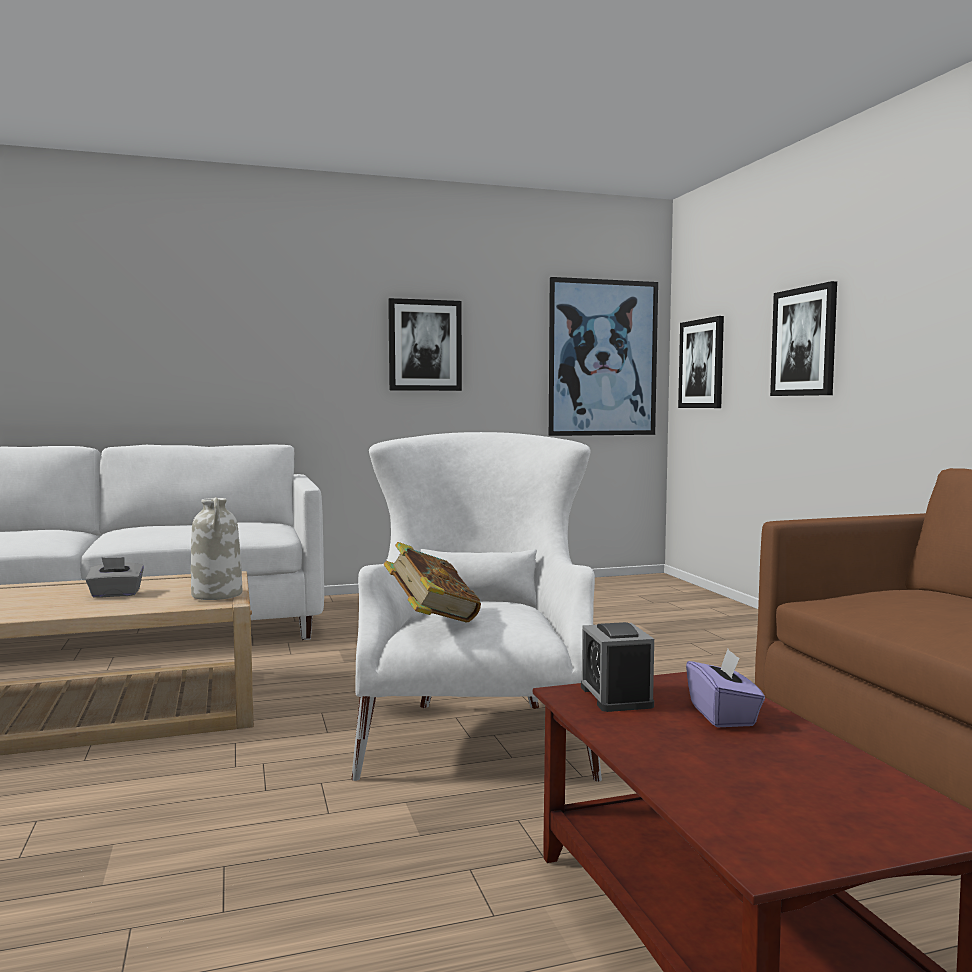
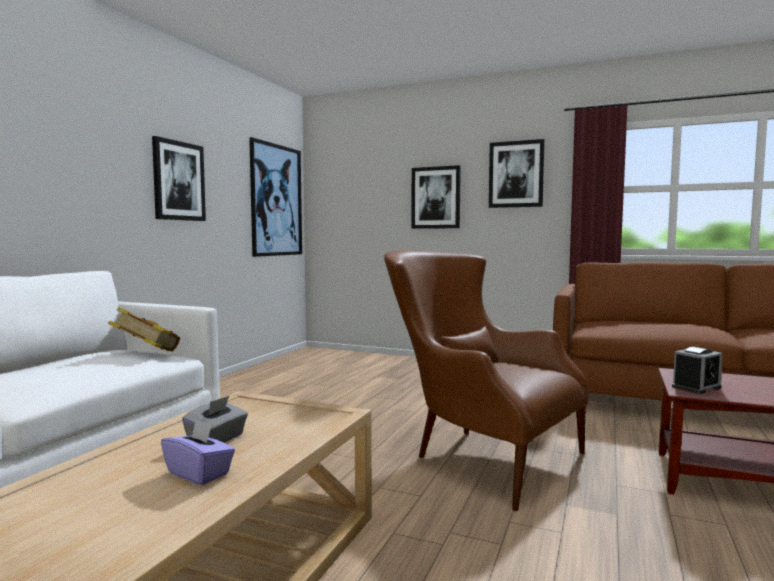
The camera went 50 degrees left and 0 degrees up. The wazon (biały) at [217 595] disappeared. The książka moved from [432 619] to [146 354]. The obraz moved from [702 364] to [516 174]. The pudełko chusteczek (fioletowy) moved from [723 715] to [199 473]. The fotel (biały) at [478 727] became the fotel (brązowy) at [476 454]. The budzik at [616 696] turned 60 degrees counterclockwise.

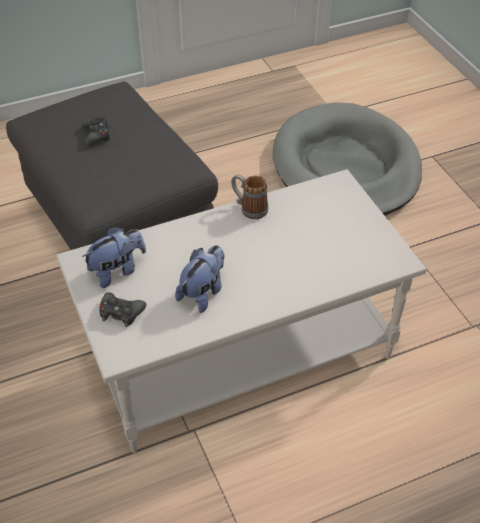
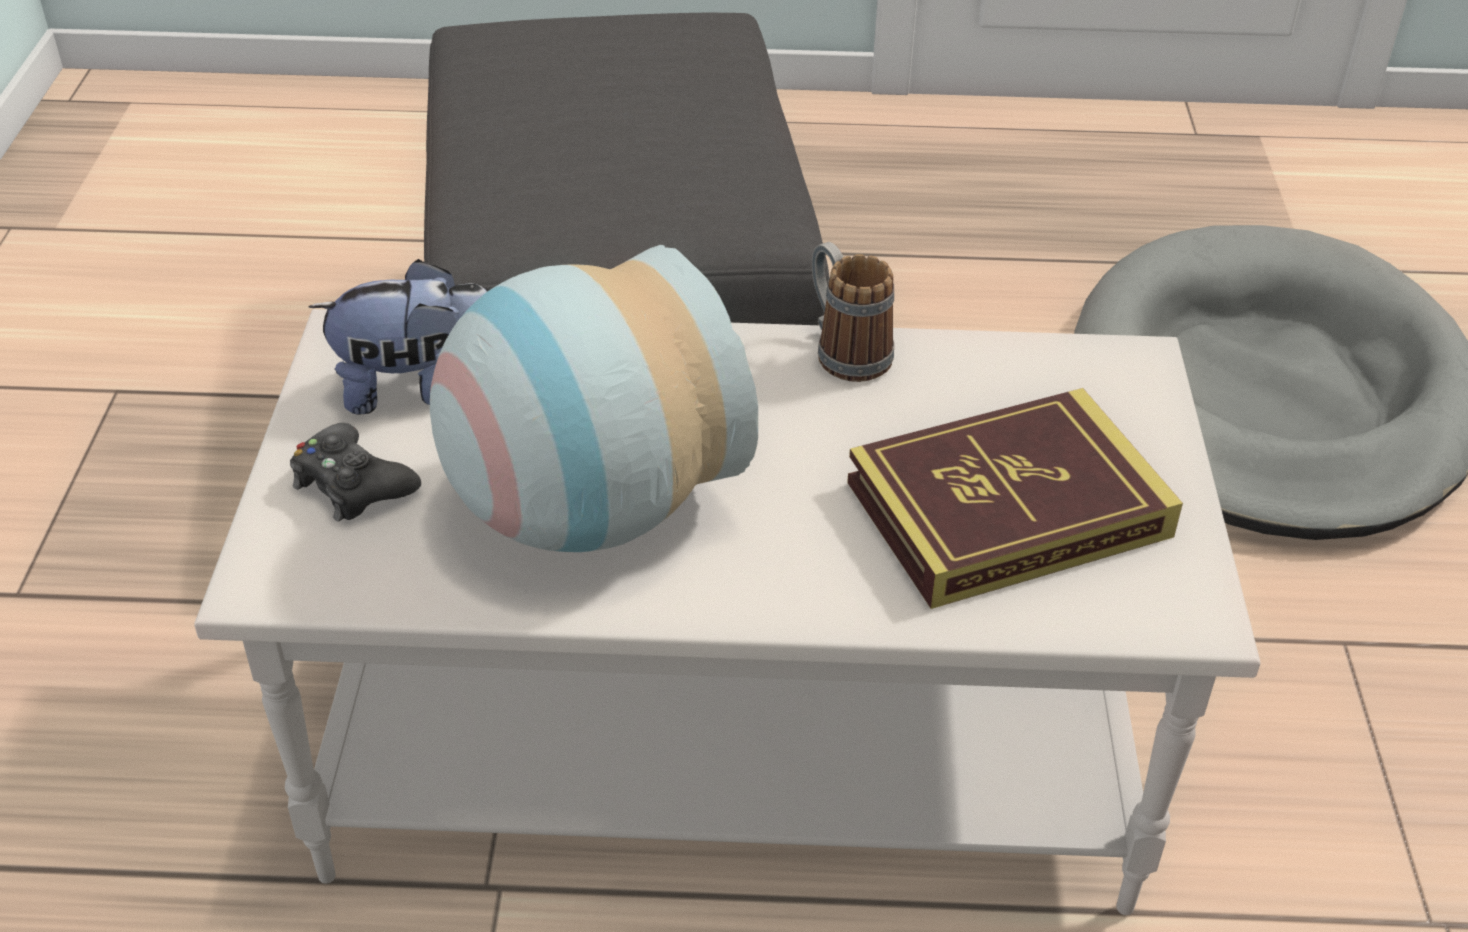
The camera went 25 degrees right and 5 degrees down. The pad do gier (czarny) at [96 135] disappeared. The książka at [1008 509] appeared. The pluszak at [203 292] was replaced by the wazon at [585 508].

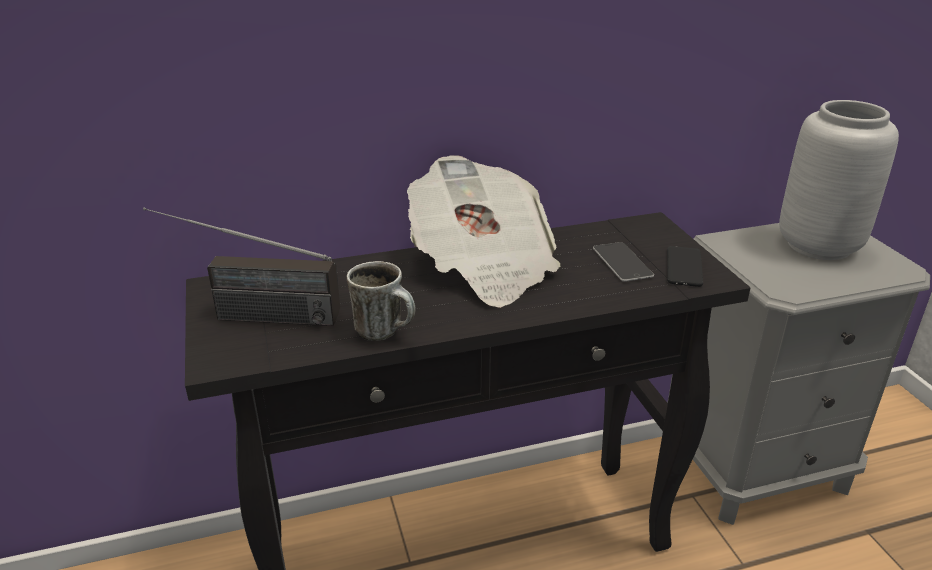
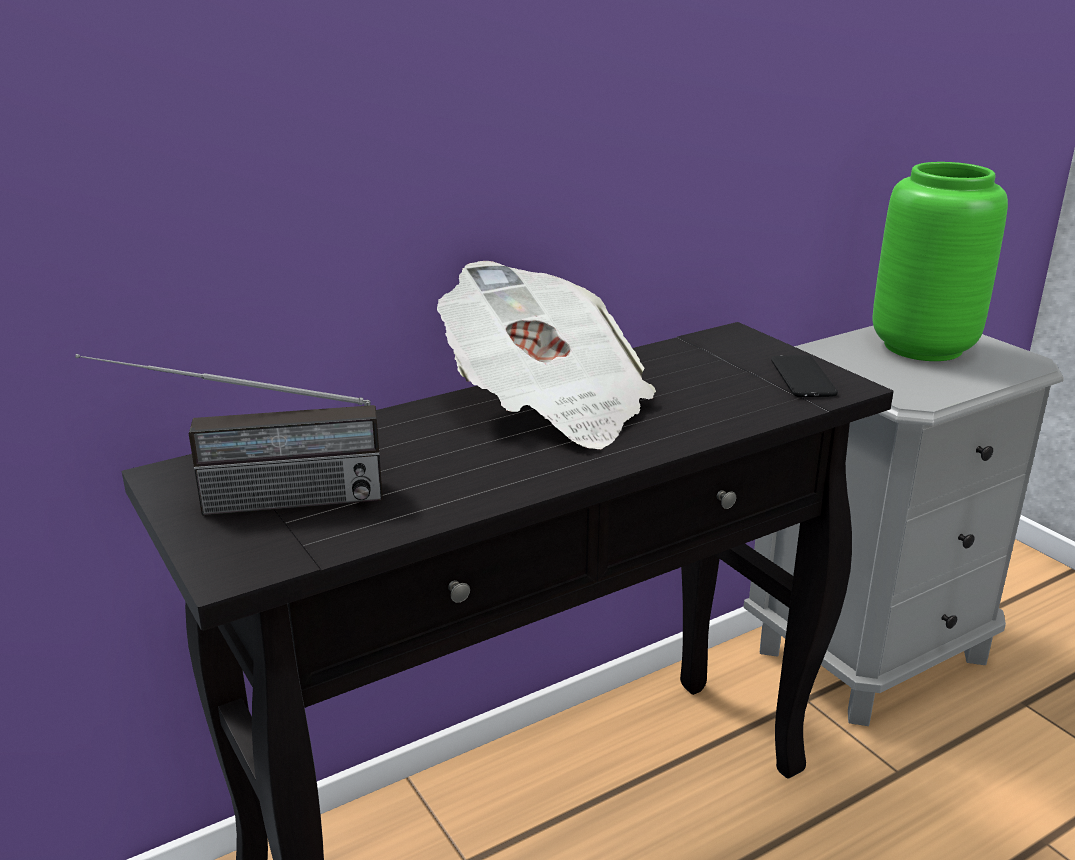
The camera went 15 degrees left and 5 degrees down. The kubek at [386 332] disappeared. The telefon at [622 262] disappeared. The wazon (szary) at [820 245] became the wazon (zielony) at [924 347].

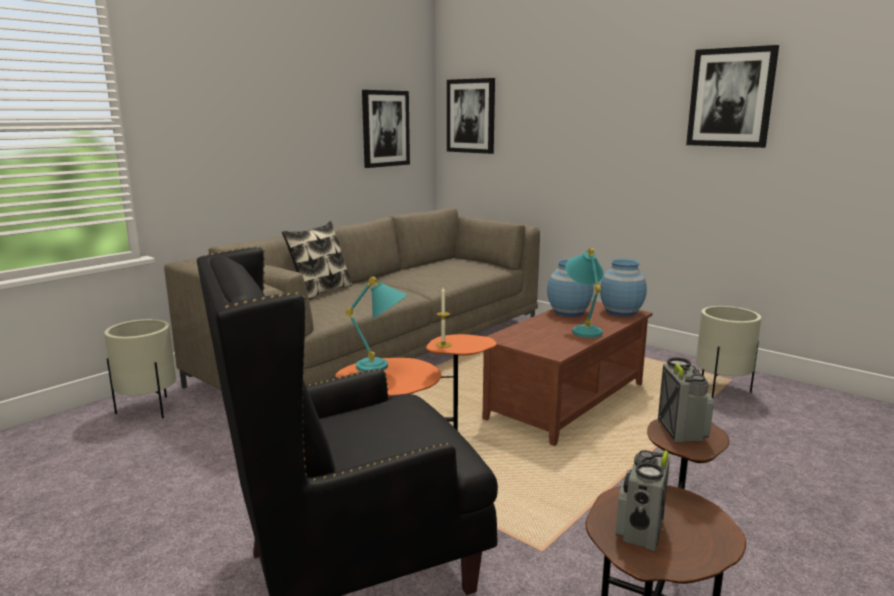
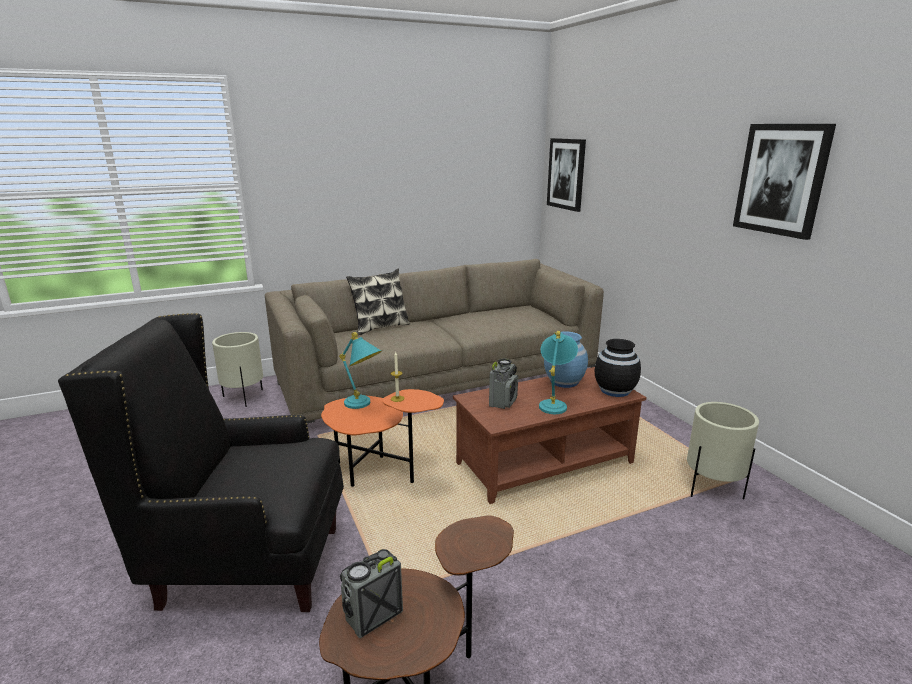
The camera went 25 degrees right and 5 degrees up. The obraz at [385 128] disappeared. The radio moved from [681 430] to [503 402]. The wazon (niebieski) at [621 311] became the wazon (czarny) at [615 390].

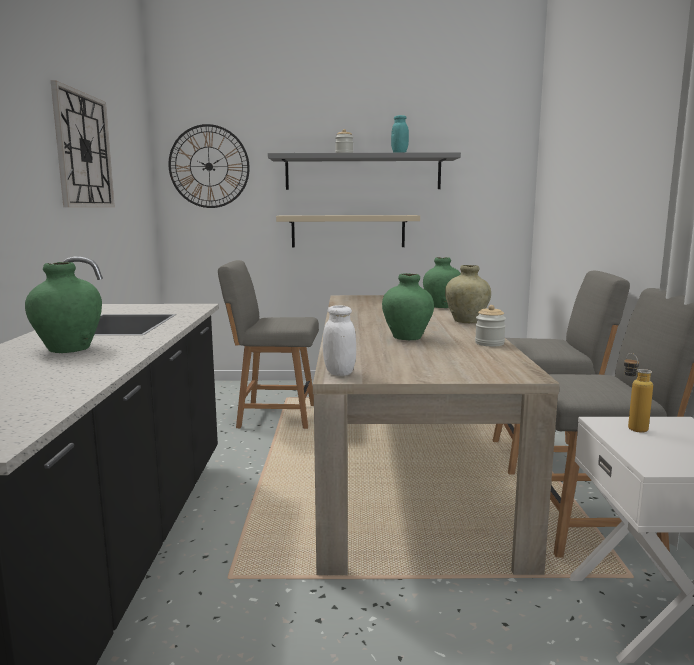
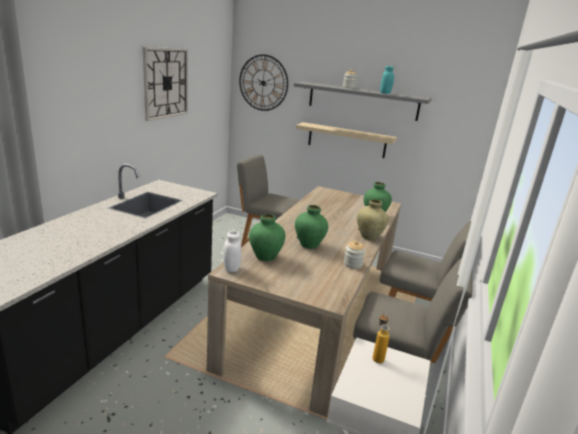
The camera went 20 degrees right and 10 degrees up. The wazon (zielony) moved from [68 349] to [265 257].

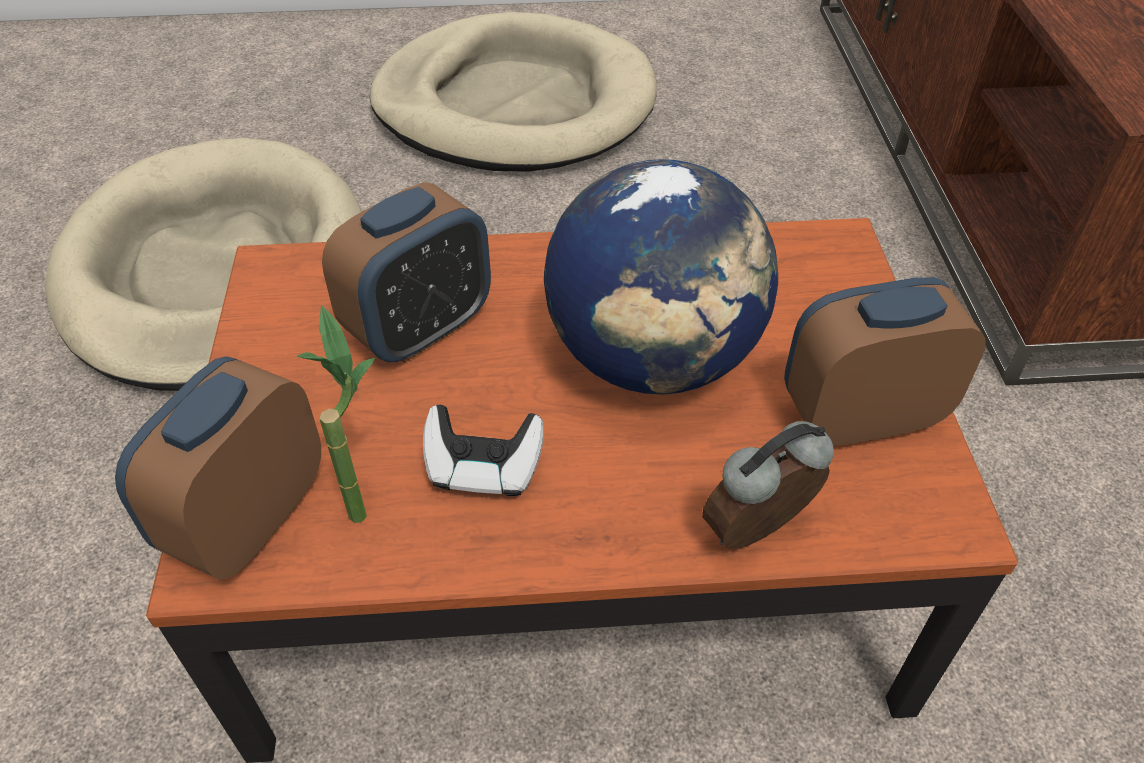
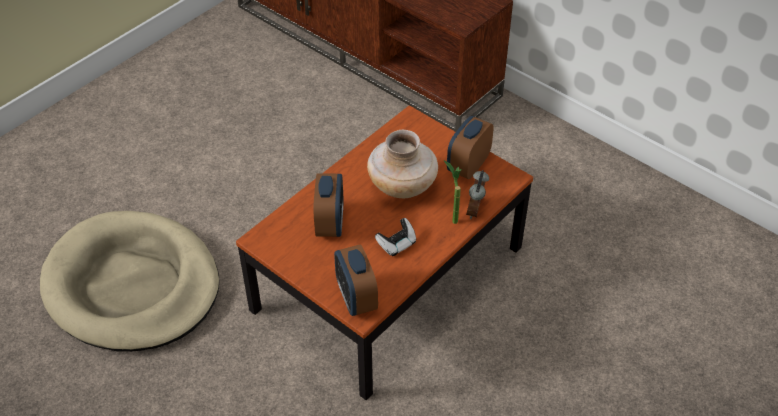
The camera went 45 degrees left and 0 degrees up. The legowisko (beżowy) at [514 104] disappeared. The roślina doniczkowa moved from [364 500] to [451 218]. The globus at [654 359] was replaced by the wazon (beżowy) at [402 186].

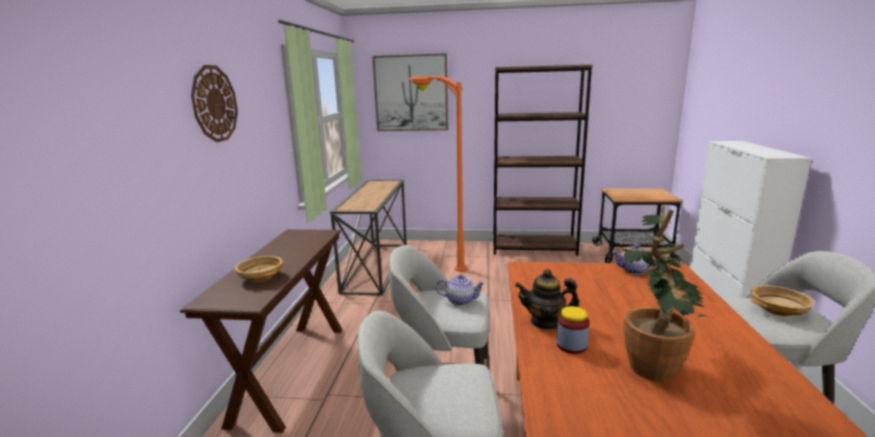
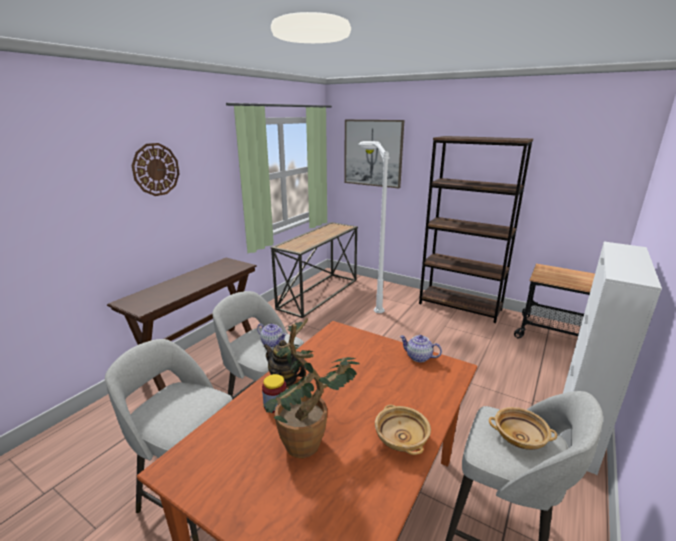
The camera went 25 degrees right and 5 degrees up. The miska (beżowy) moved from [260 277] to [400 438]. The lampa stojąca (pomarańczowy) at [436 258] became the lampa stojąca (biały) at [369 296].

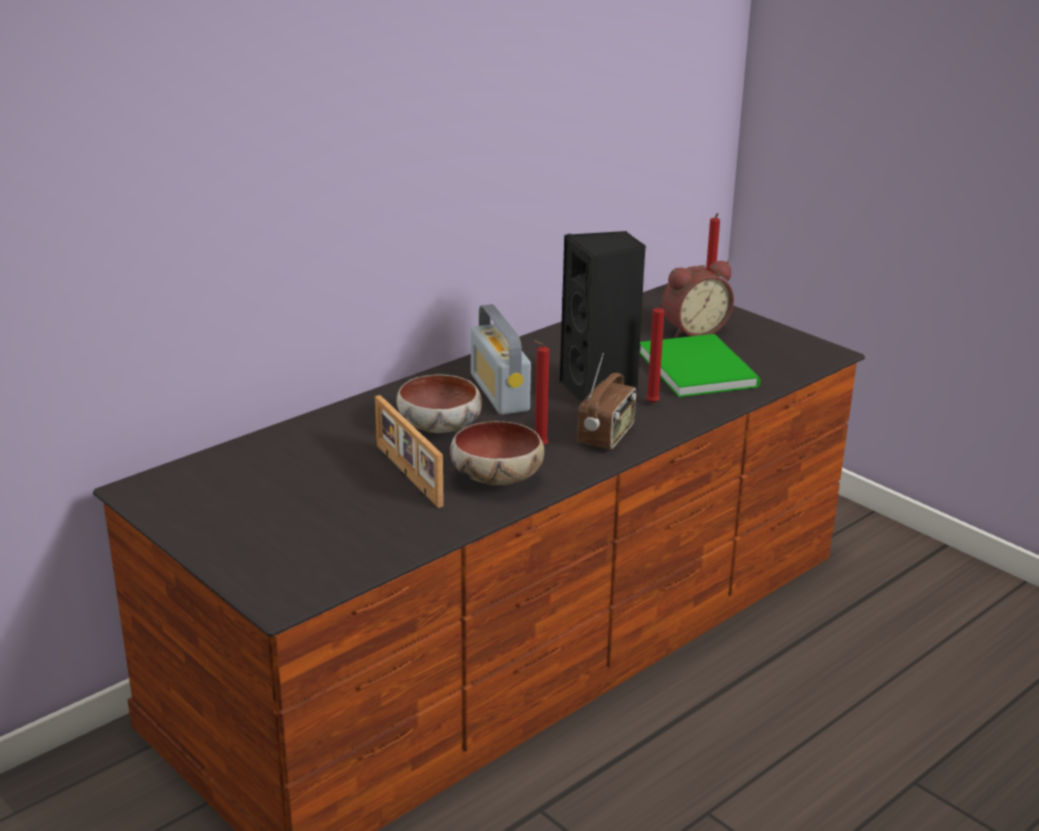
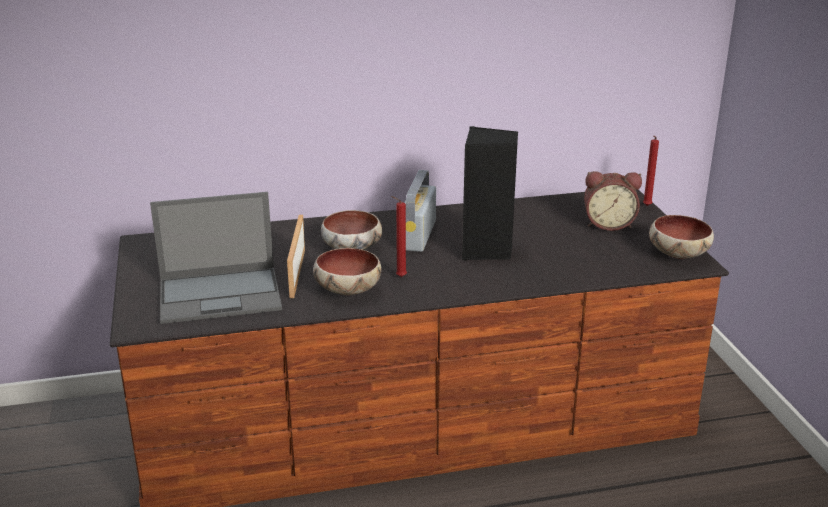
The camera went 30 degrees right and 0 degrees up. The radio at [607 436] disappeared. The książka (zielony) at [699 367] disappeared. The świeca (czerwony) at [652 404] disappeared. The laptop at [221 295] appeared. The miska at [677 253] appeared.

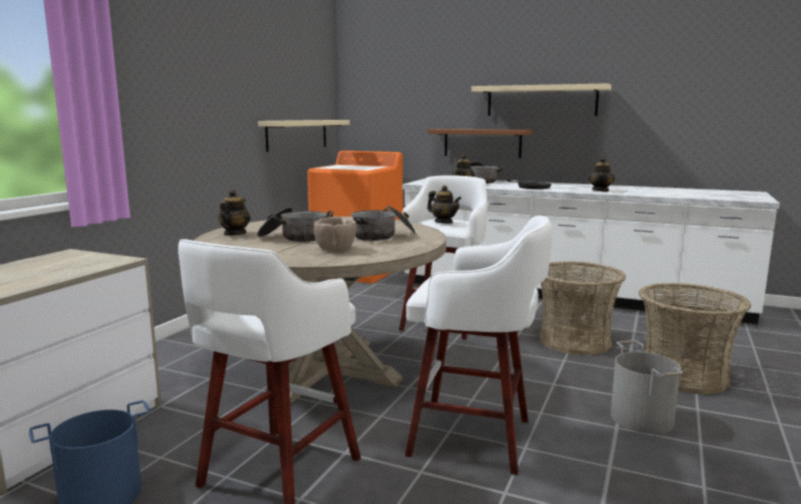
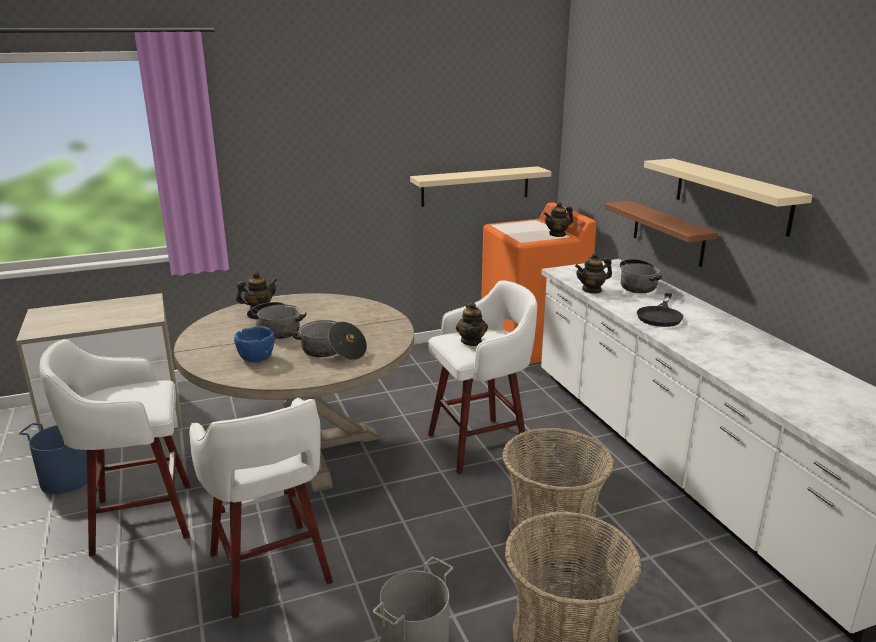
The camera went 45 degrees right and 10 degrees up. The imbryk moved from [600 190] to [557 234]. The miska (brązowy) at [335 250] became the miska (niebieski) at [255 357].

